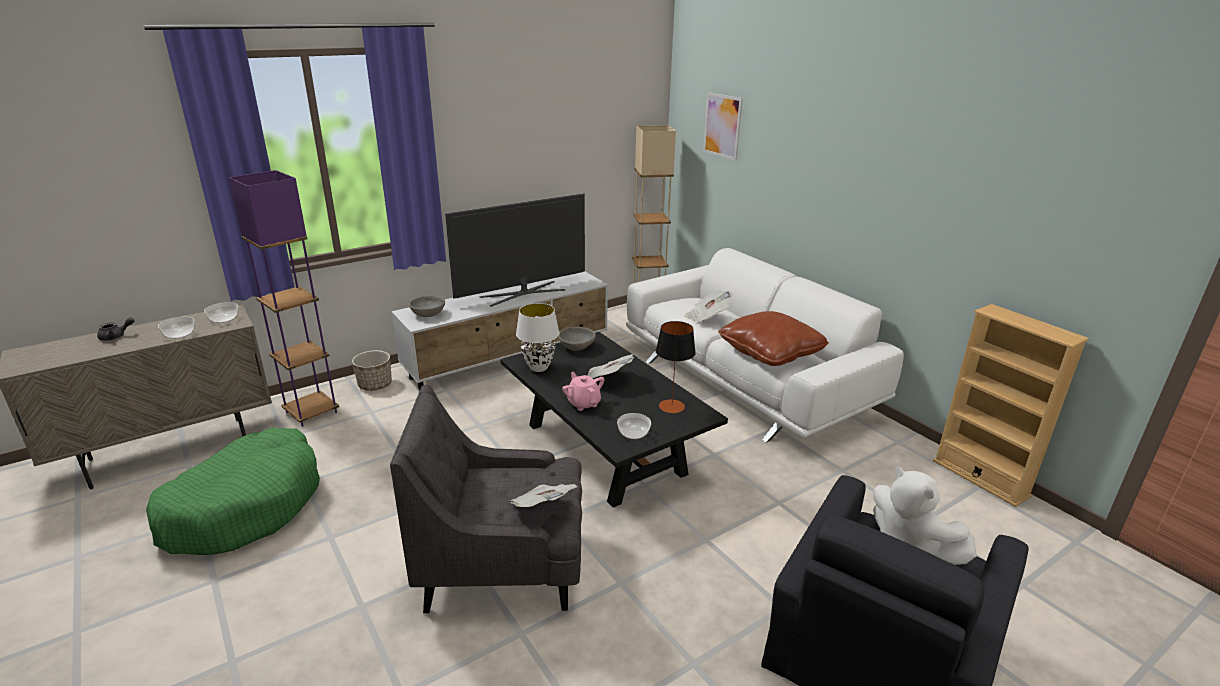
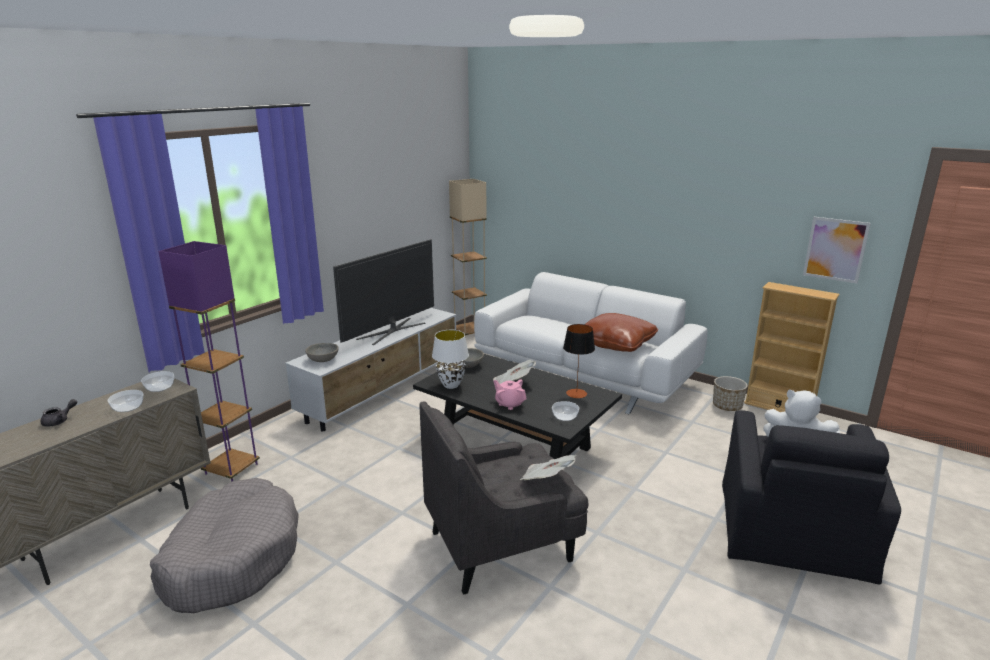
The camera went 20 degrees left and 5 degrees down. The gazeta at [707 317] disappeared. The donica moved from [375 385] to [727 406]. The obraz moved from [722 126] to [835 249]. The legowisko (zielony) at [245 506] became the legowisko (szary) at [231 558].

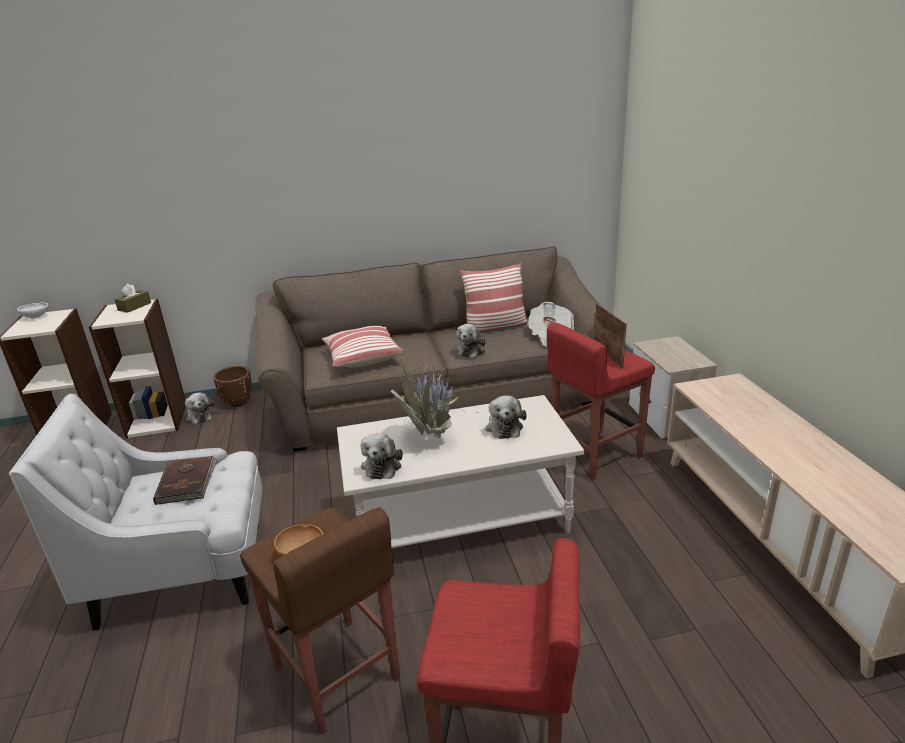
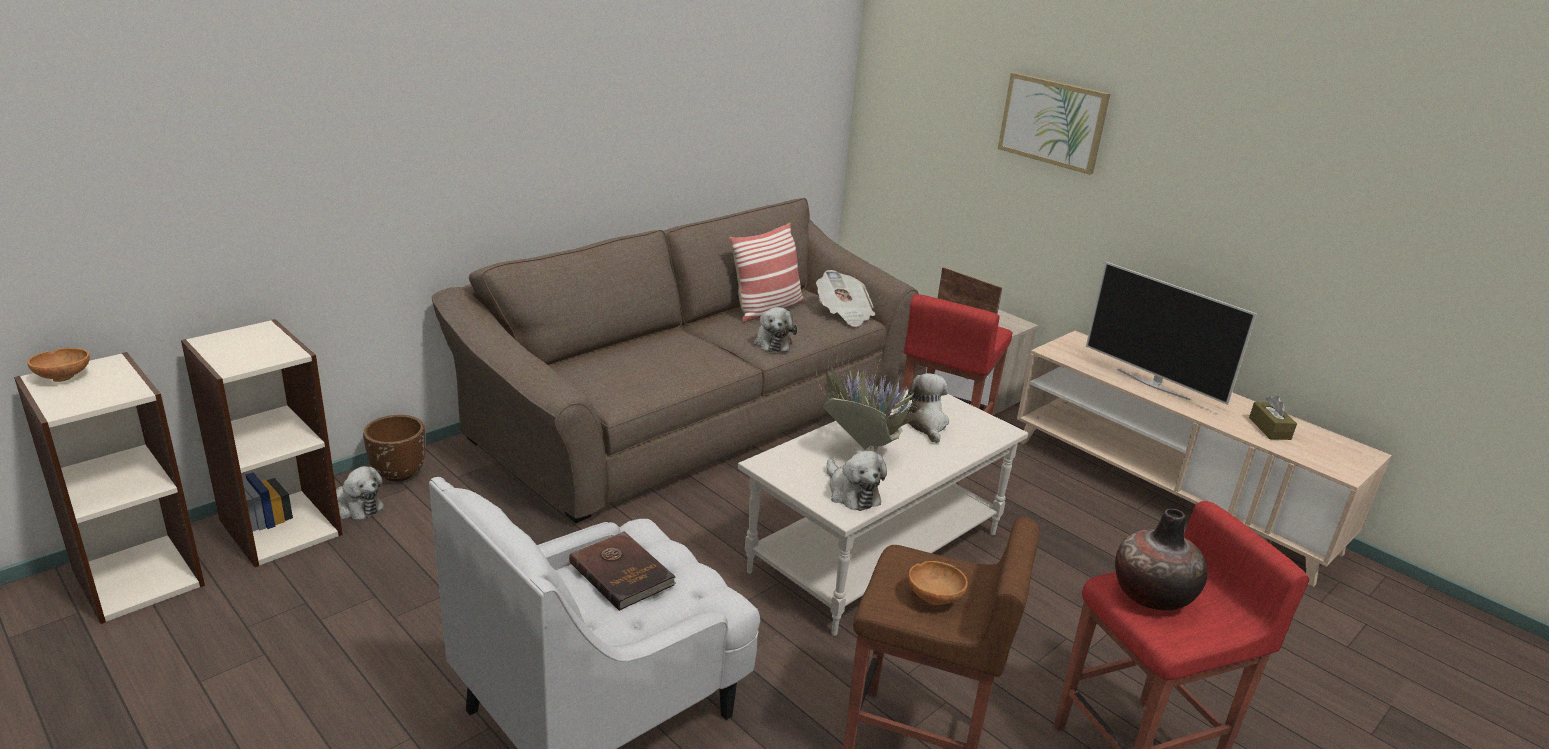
The camera went 35 degrees left and 0 degrees up. The poduszka at [362 357] disappeared. The obraz at [1053 122] appeared. The telewizor at [1153 384] appeared. The wazon at [1151 595] appeared. The pudełko chusteczek (brązowy) moved from [134 306] to [1269 428]. The miska (biały) at [37 317] became the miska (brązowy) at [64 376]. The pluszak at [504 426] turned 150 degrees counterclockwise.

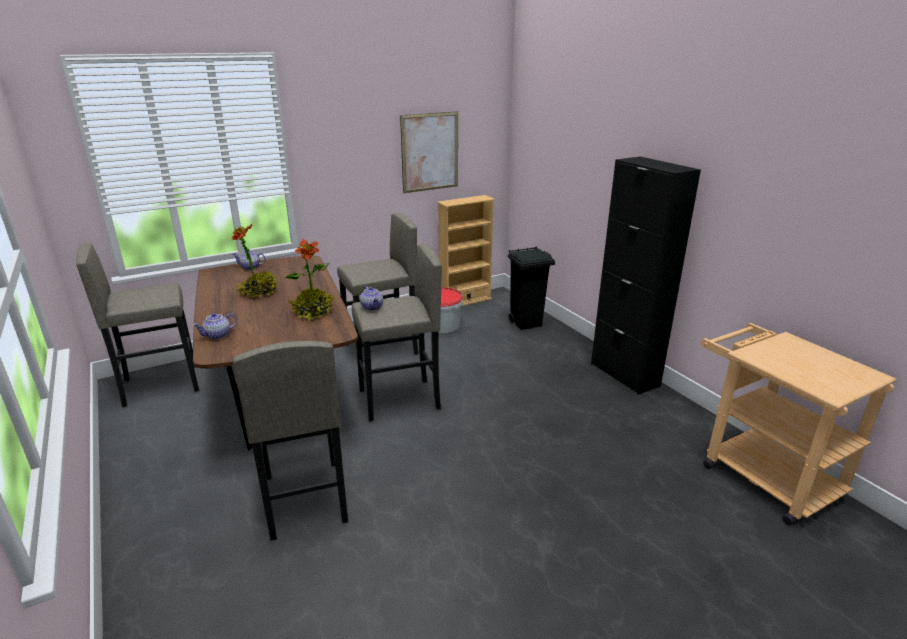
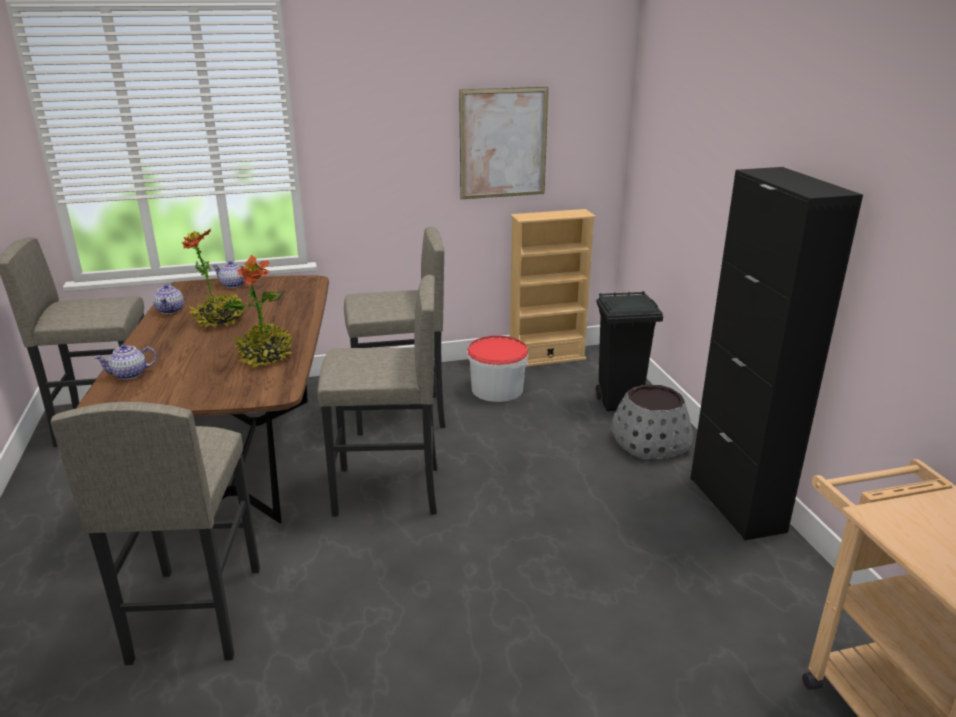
The camera went 15 degrees right and 0 degrees up. The donica (szary) at [650 443] appeared. The imbryk moved from [372 307] to [171 310].

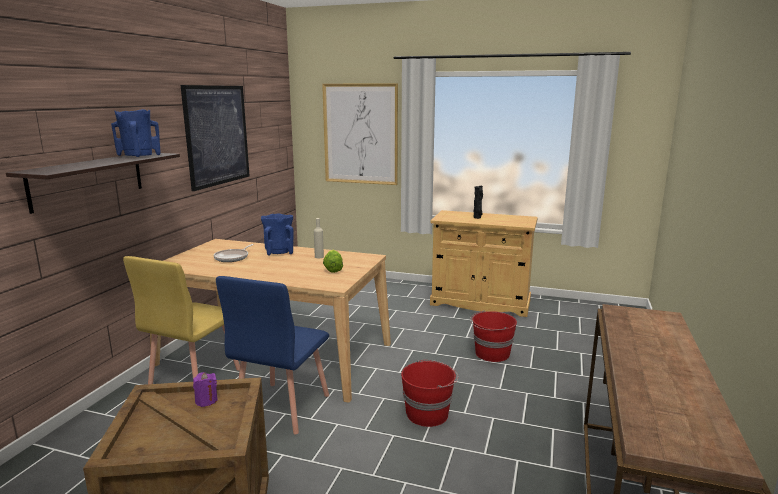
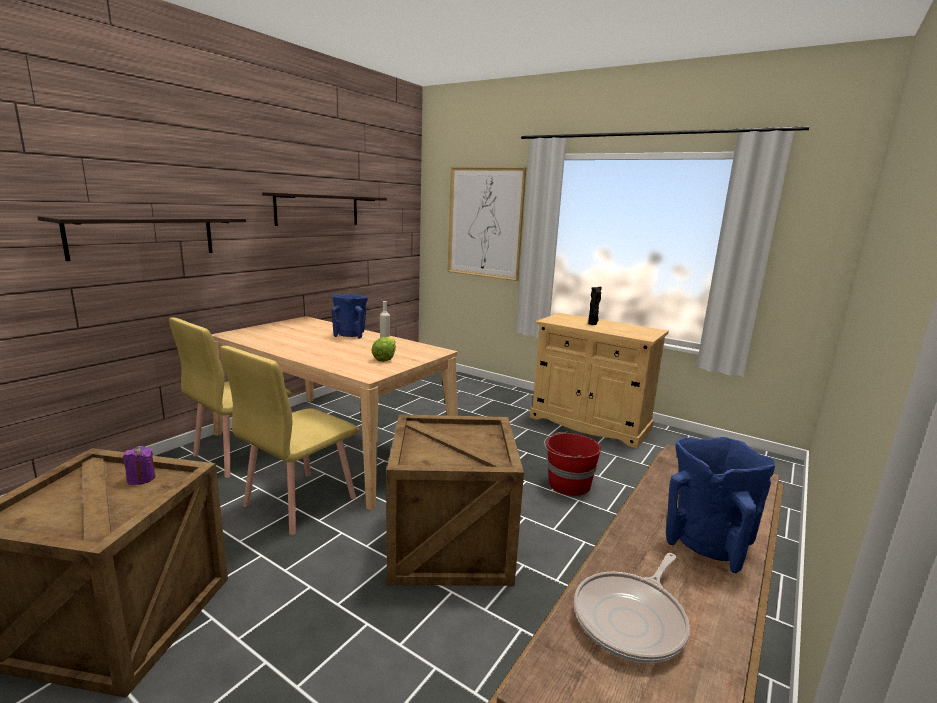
The camera went 15 degrees right and 0 degrees up. The wazon (niebieski) moved from [139 156] to [707 543]. The patelnia moved from [233 258] to [632 619]. The obraz at [217 135] was replaced by the półka at [318 210]. The wiadro (czerwony) at [428 414] was replaced by the skrzynka at [448 542]. The krzesło (niebieski) at [282 407] became the krzesło (żółty) at [299 501].

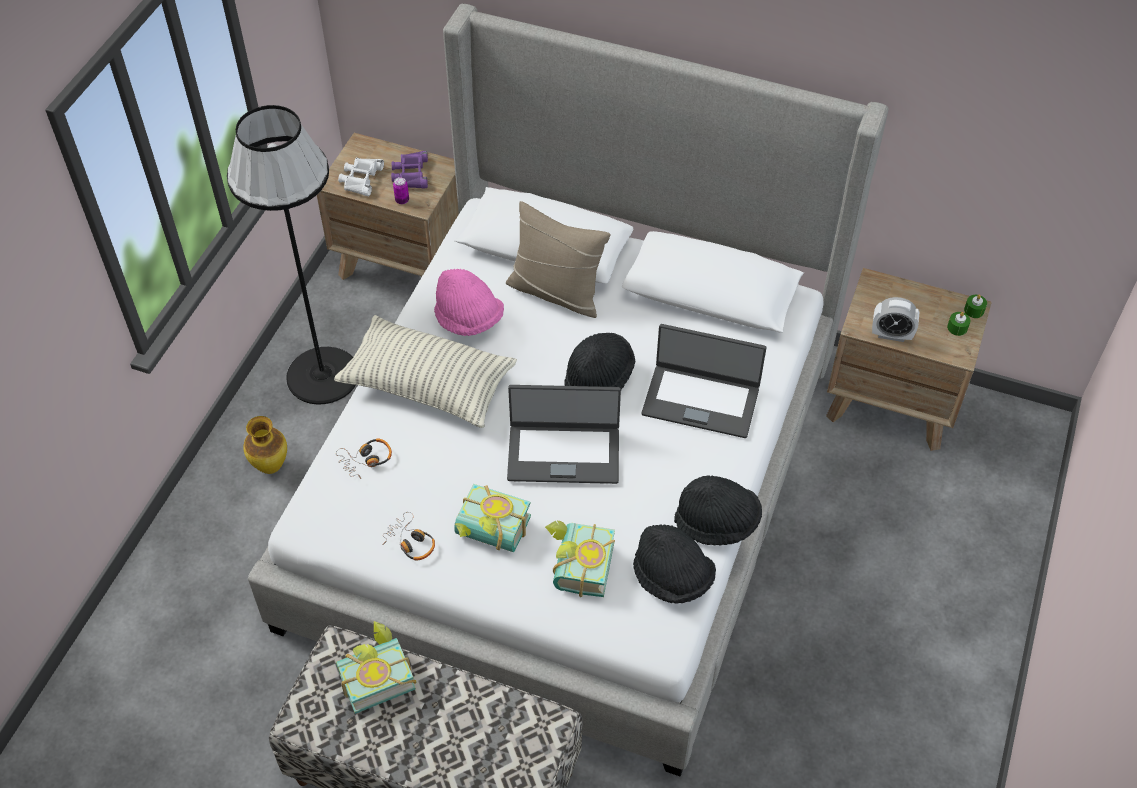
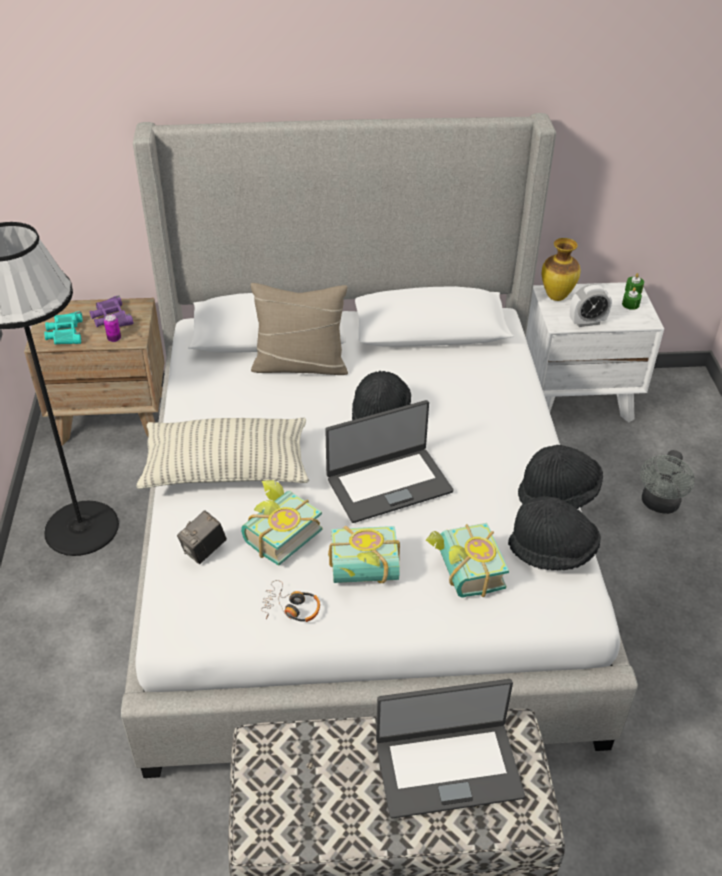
The camera went 25 degrees left and 10 degrees down. The kapelusz (różowy) at [468 319] disappeared. The wentylator (szary) at [659 505] appeared. The wazon moved from [271 466] to [557 297]. The książka moved from [374 675] to [277 534]. The laptop moved from [701 400] to [448 767]. The słuchawki at [366 460] was replaced by the aparat fotograficzny at [204 551]. The lornetka (biały) at [360 179] became the lornetka (turkusowy) at [65 333]. The szafka nocna (brązowy) at [892 402] became the szafka nocna (biały) at [578 398].

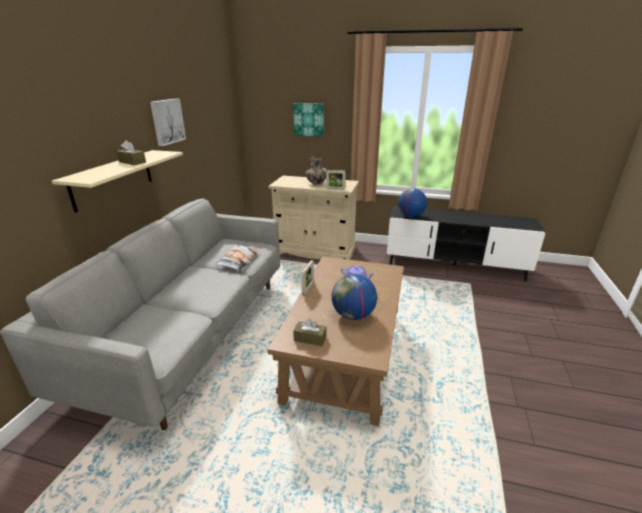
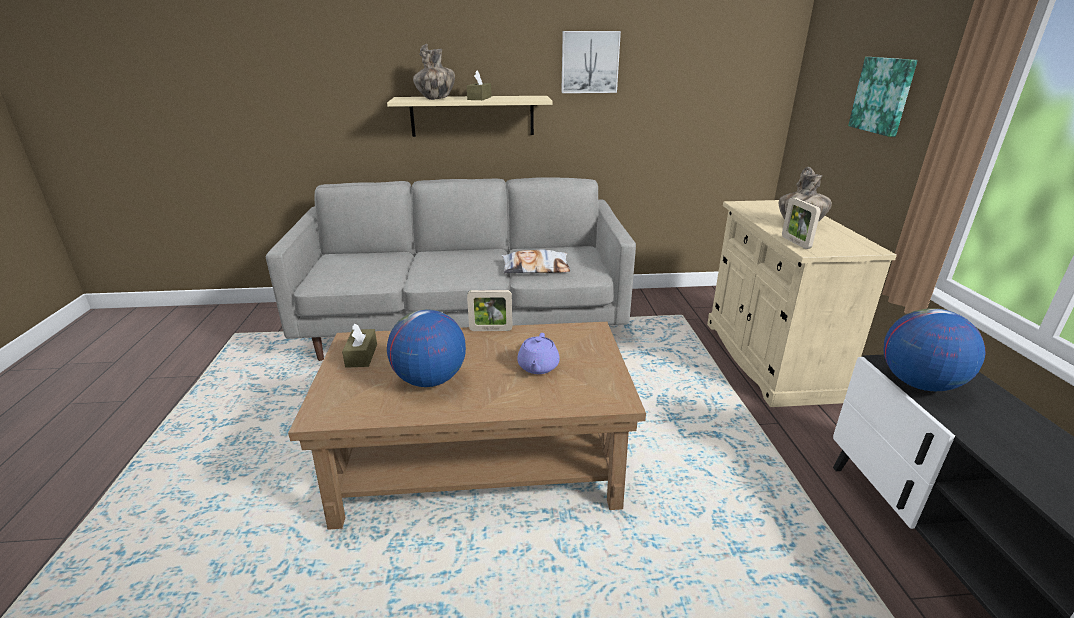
The camera went 70 degrees right and 0 degrees up. The wazon at [436 99] appeared.

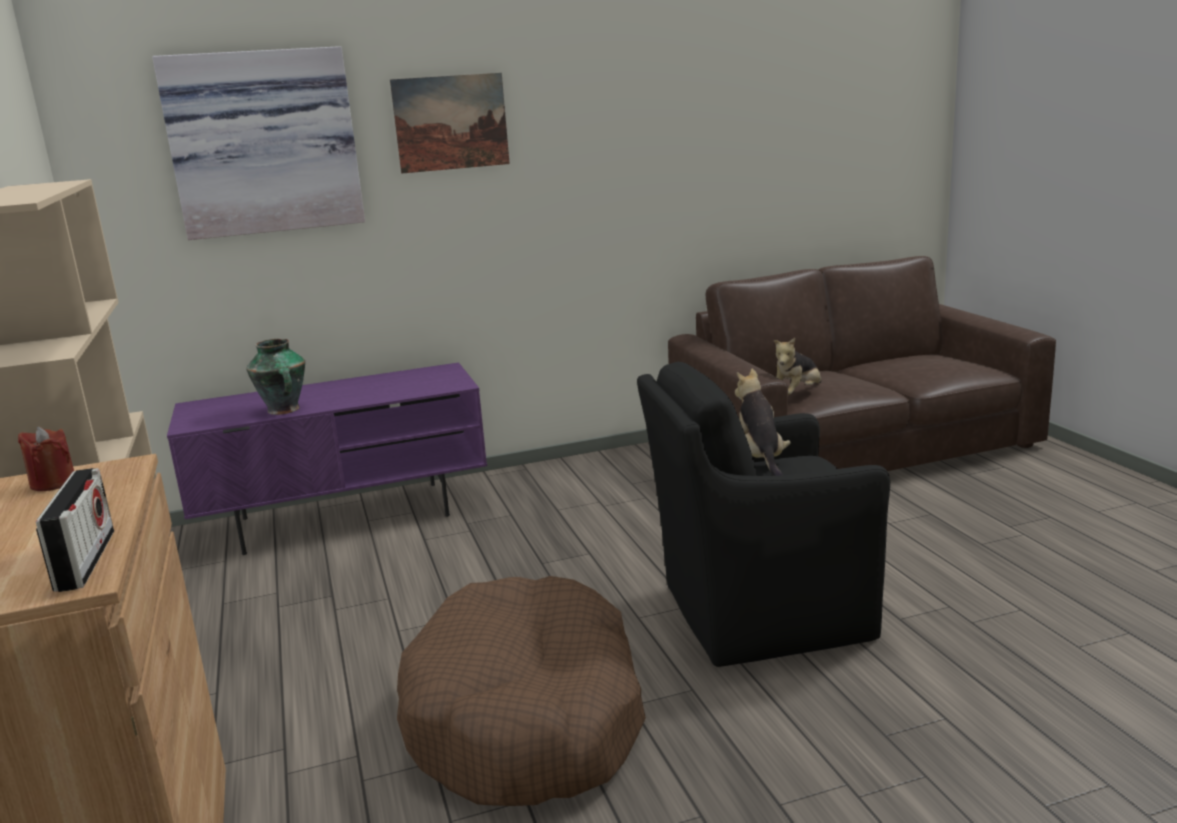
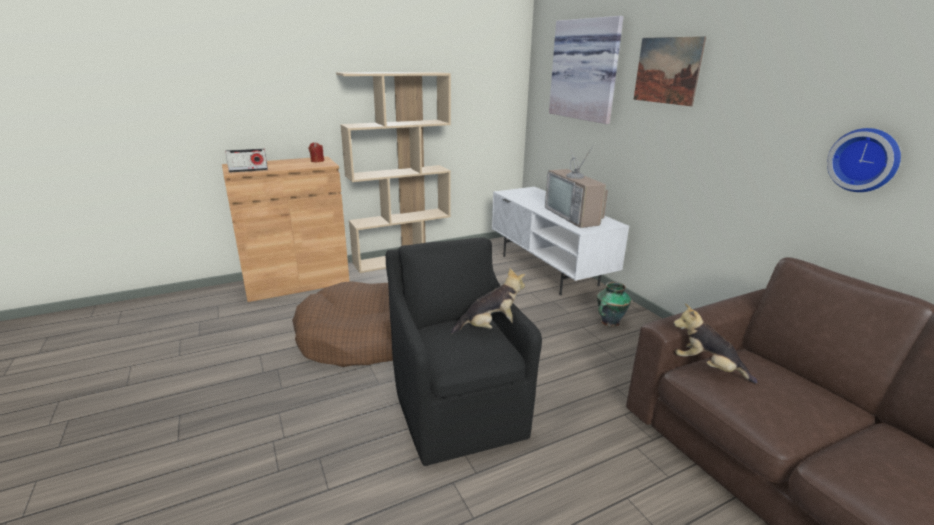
The camera went 80 degrees right and 5 degrees up. The telewizor at [575 216] appeared. The zegar ścienny at [865 160] appeared. The wazon moved from [284 410] to [609 322]. The szafka pod telewizor (fioletowy) at [346 516] became the szafka pod telewizor (biały) at [549 270].

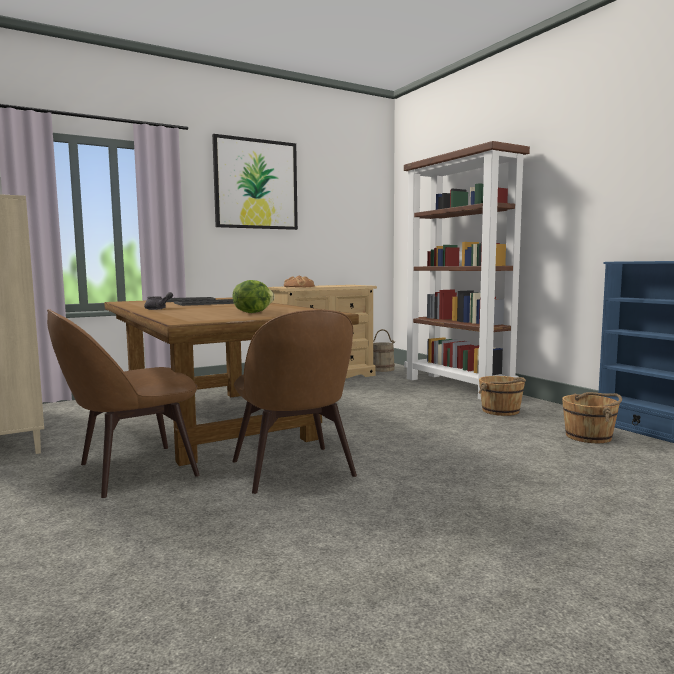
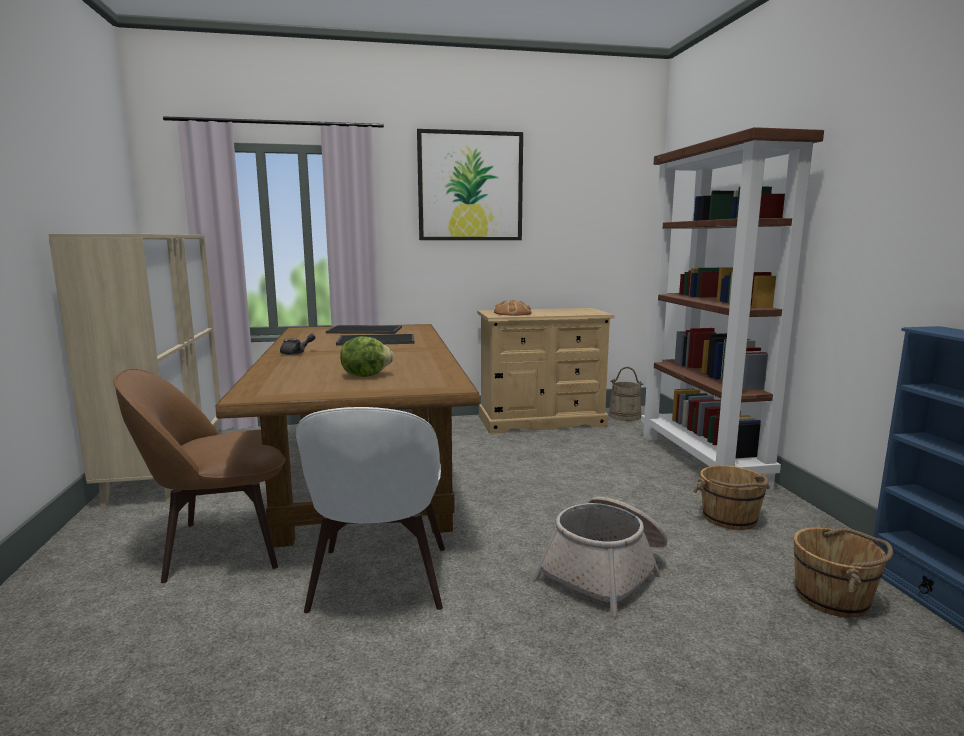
The camera went 20 degrees right and 5 degrees up. The koszyk at [606 571] appeared. The krzesło (brązowy) at [294 470] became the krzesło (biały) at [379 581].

